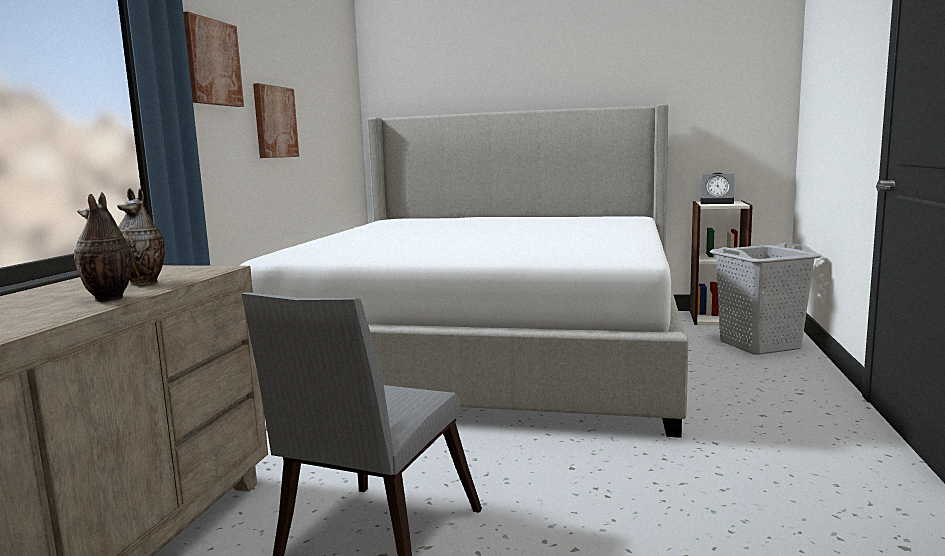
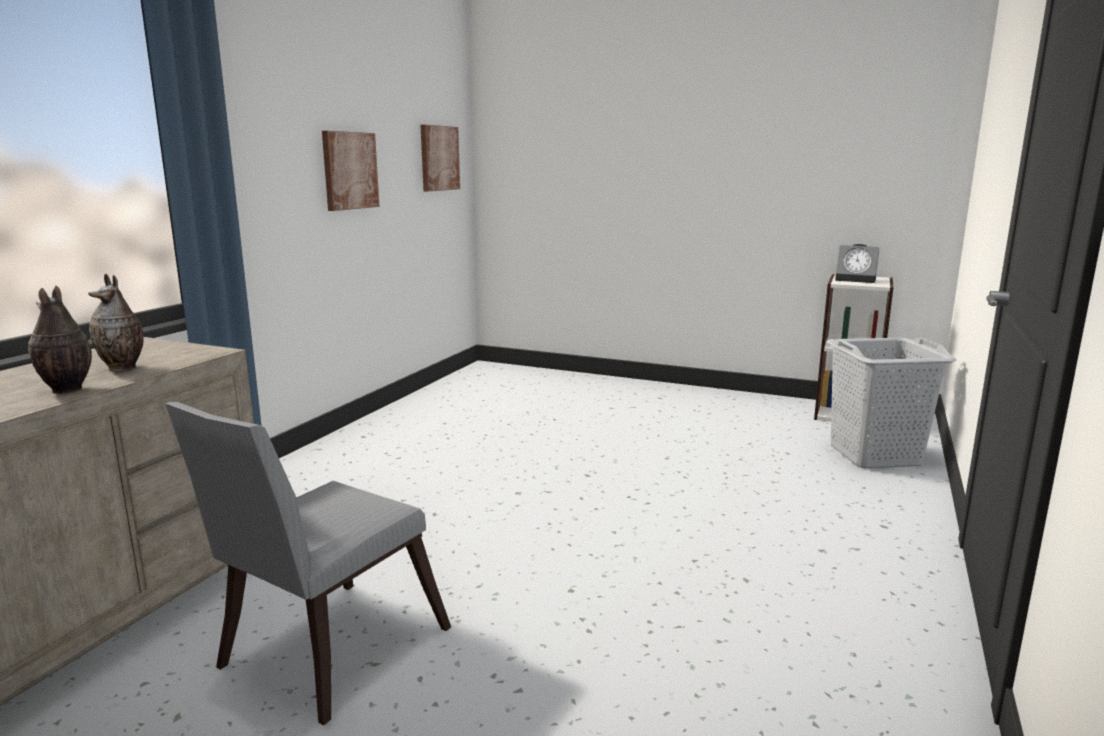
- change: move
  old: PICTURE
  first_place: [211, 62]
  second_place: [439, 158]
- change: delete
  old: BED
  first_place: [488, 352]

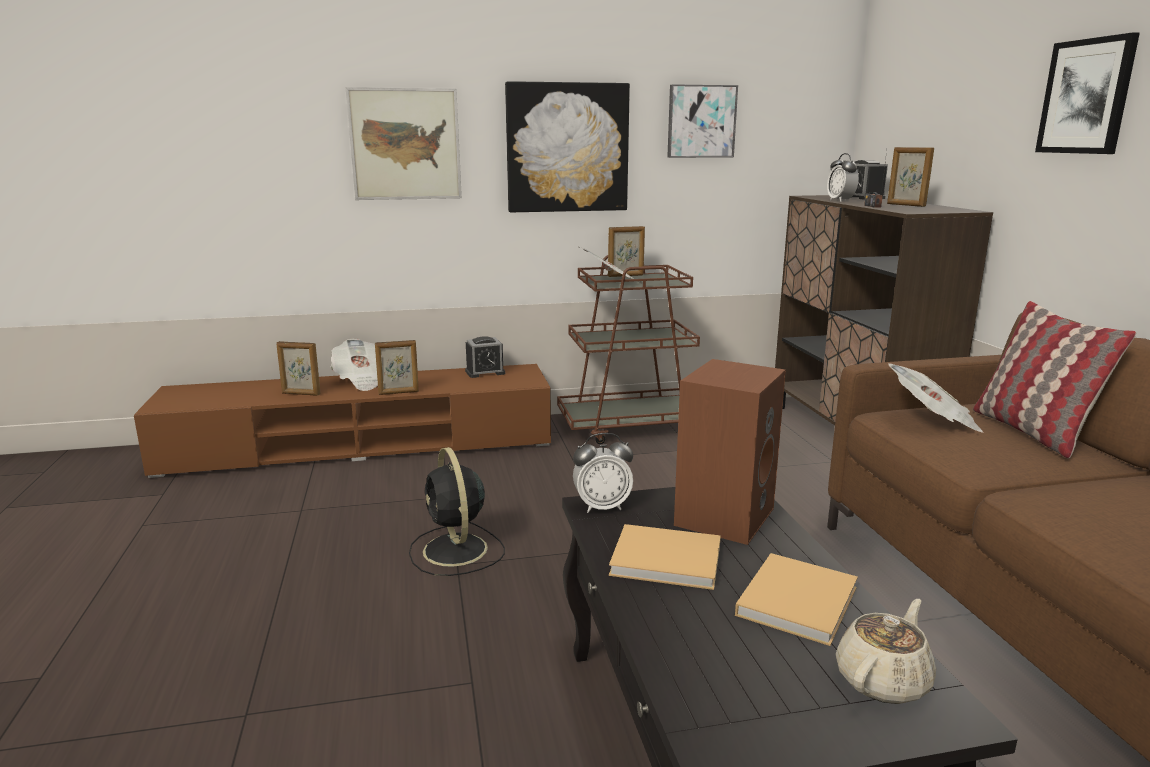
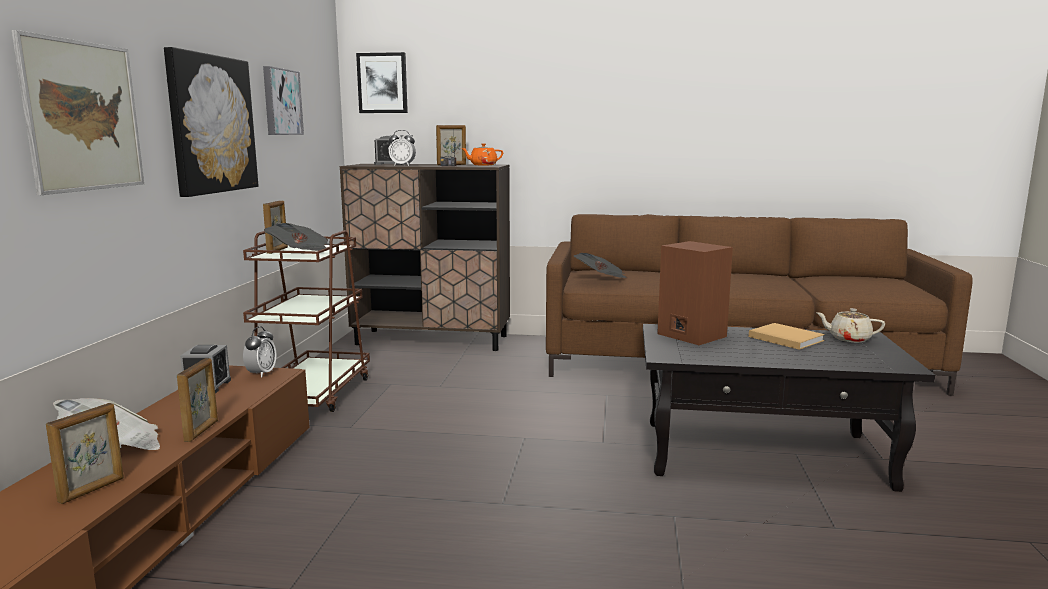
- change: move
  old: PICTURE
  first_place: [1086, 96]
  second_place: [382, 83]
- change: delete
  old: PILLOW
  first_place: [1032, 432]
- change: move
  old: ALARM CLOCK
  first_place: [602, 507]
  second_place: [261, 373]
- change: delete
  old: BLACK FAN
  first_place: [456, 551]
- change: delete
  old: BEIGE BOOK
  first_place: [669, 560]
- change: rotate
  old: BEIGE TEAPOT
  first_place: [883, 680]
  second_place: [848, 339]
  degrees: -45
- change: insert
  new: ORANGE TEAPOT
  second_place: [483, 165]

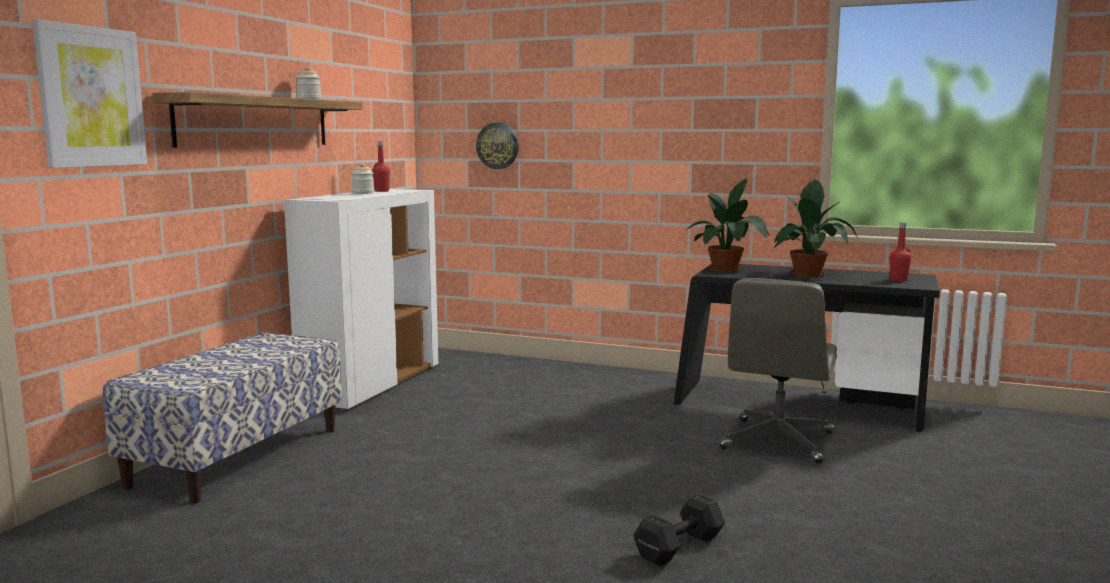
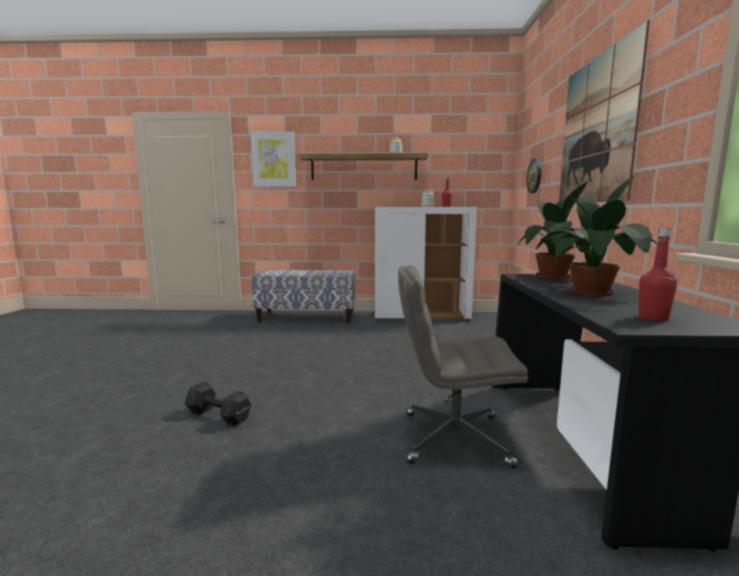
- change: insert
  new: PICTURE
  second_place: [597, 130]

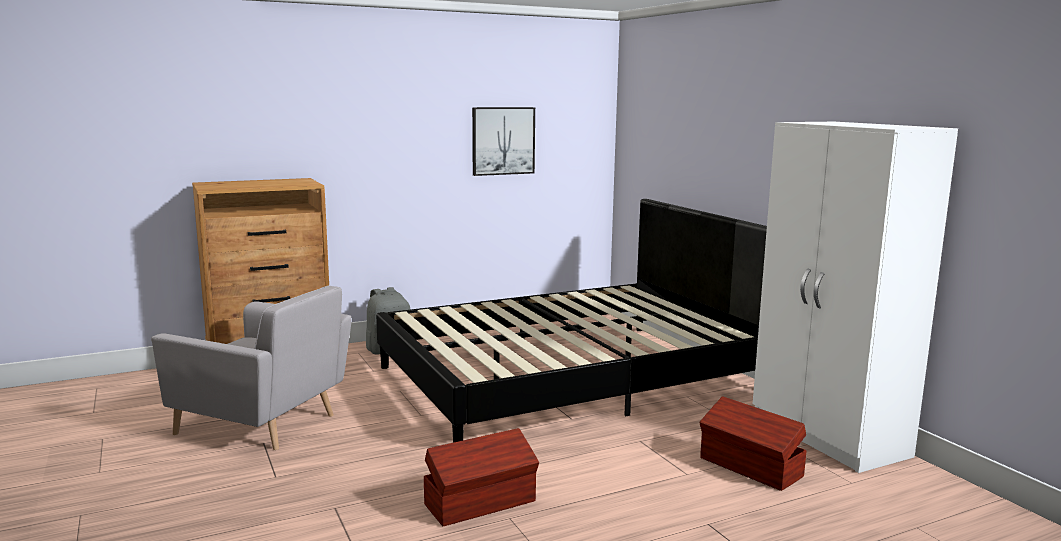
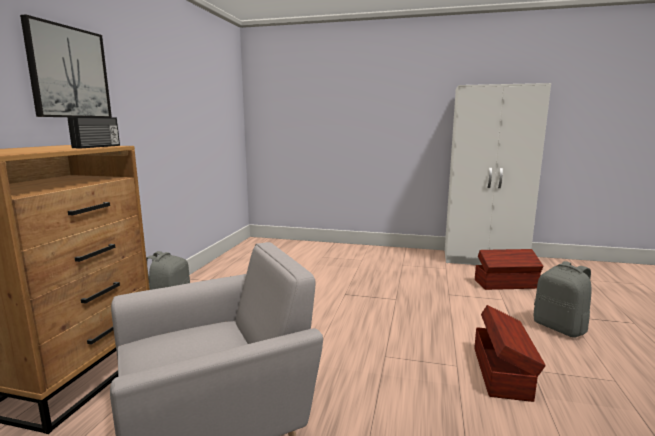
- change: move
  old: PICTURE
  first_place: [503, 141]
  second_place: [69, 72]
- change: delete
  old: BLACK BED
  first_place: [569, 379]
- change: insert
  new: RADIO
  second_place: [98, 147]
- change: insert
  new: GREY BACKPACK
  second_place: [560, 328]

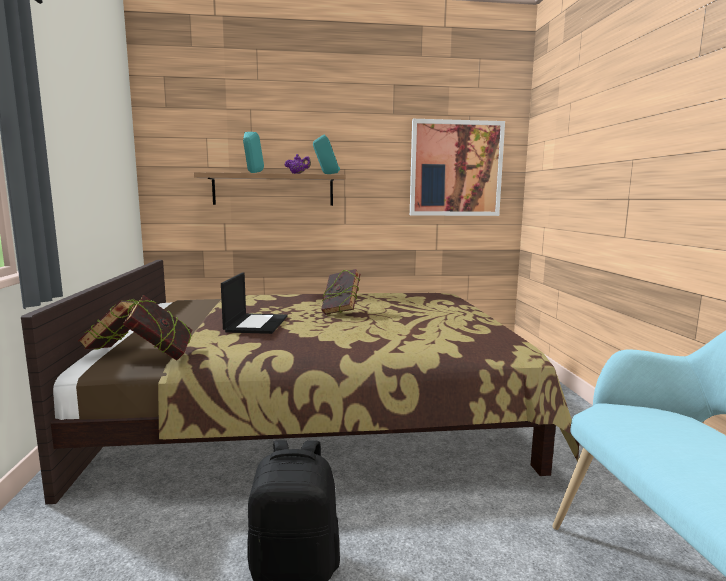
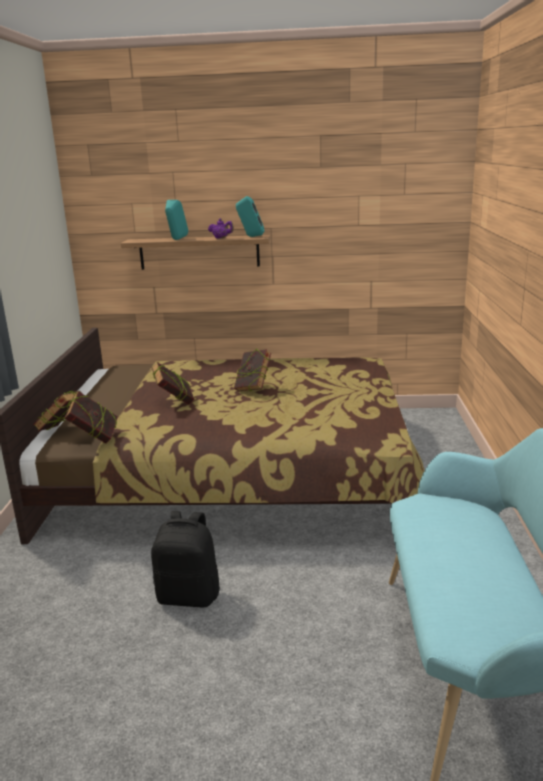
- change: delete
  old: PICTURE
  first_place: [456, 168]
- change: replace
  old: LAPTOP
  new: BOOK
  first_place: [256, 323]
  second_place: [174, 403]

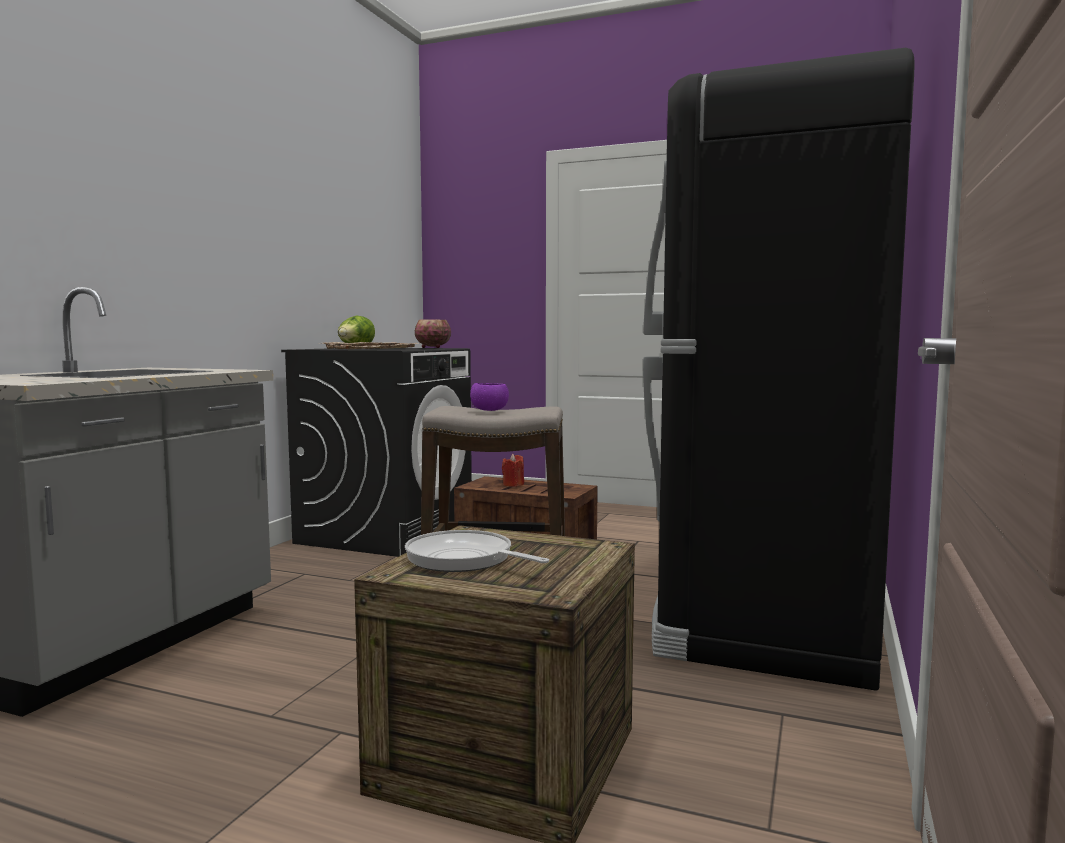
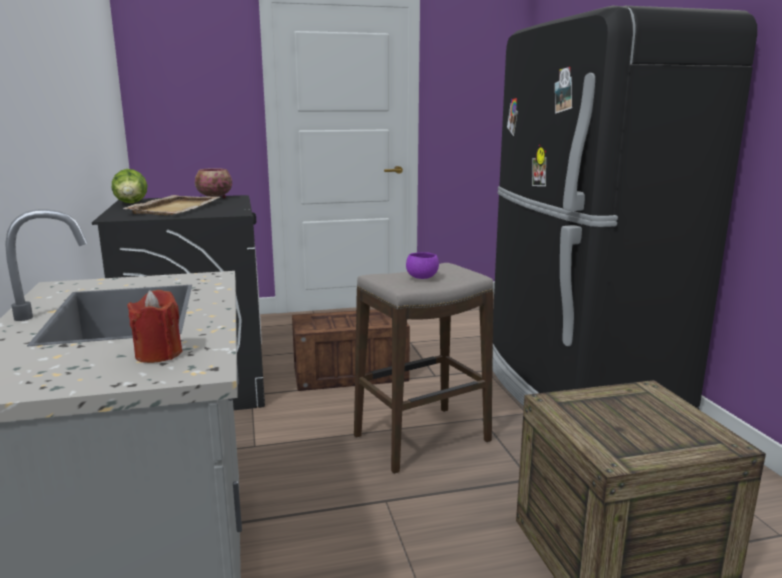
- change: move
  old: RED CANDLE
  first_place: [513, 484]
  second_place: [158, 354]
- change: delete
  old: FRYING PAN
  first_place: [464, 559]

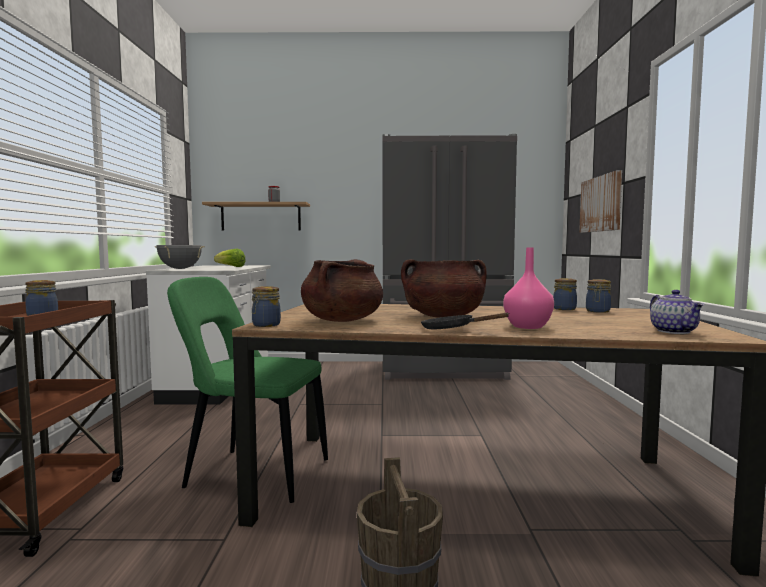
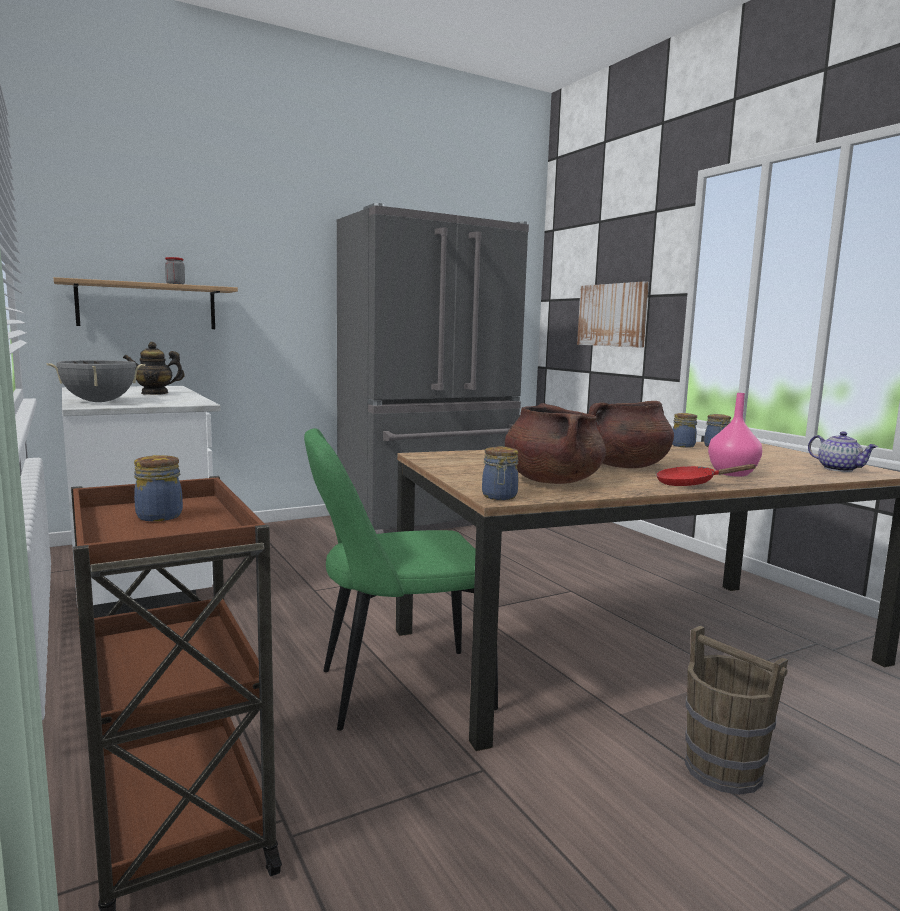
- change: replace
  old: LETTUCE
  new: TEAPOT
  first_place: [231, 267]
  second_place: [155, 393]
- change: recolor
  old: BLACK FRYING PAN
  new: RED FRYING PAN
  first_place: [452, 329]
  second_place: [691, 484]

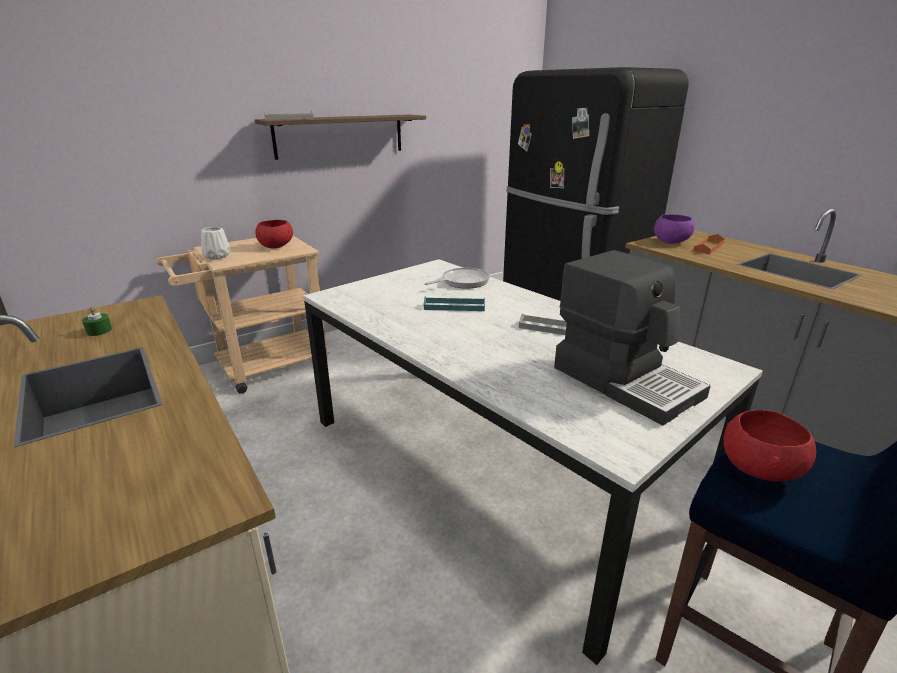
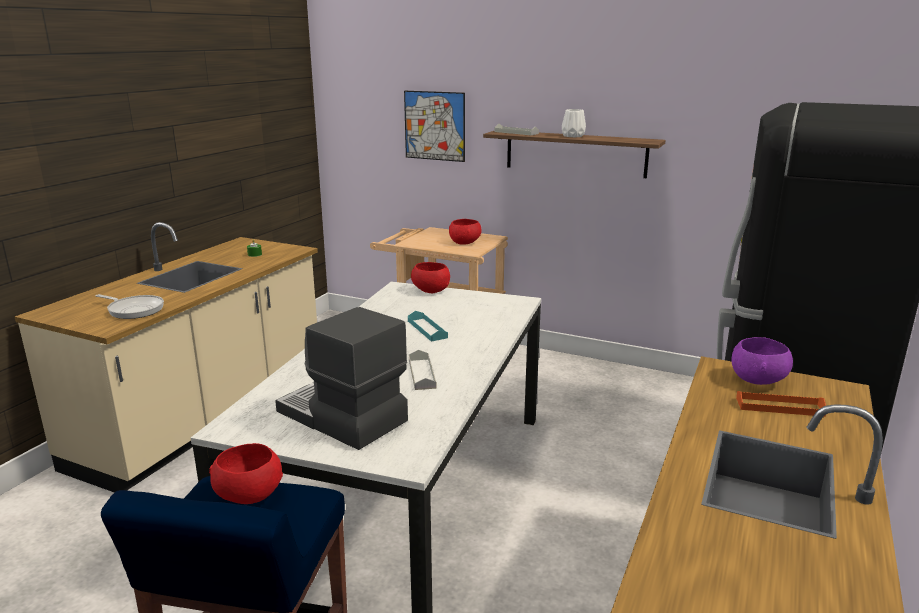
- change: move
  old: WHITE VASE
  first_place: [216, 256]
  second_place: [572, 136]
- change: rotate
  old: COFFEE MACHINE
  first_place: [626, 381]
  second_place: [341, 417]
  degrees: 105
- change: move
  old: FRYING PAN
  first_place: [462, 282]
  second_place: [134, 310]
- change: insert
  new: PICTURE
  second_place: [434, 126]
- change: insert
  new: RED BOWL
  second_place: [430, 291]

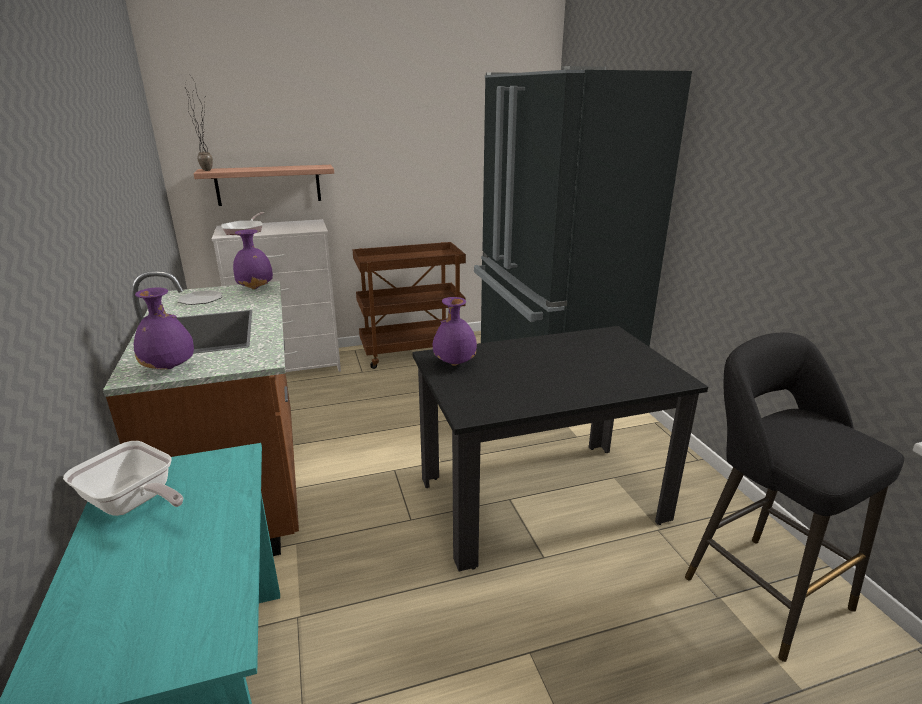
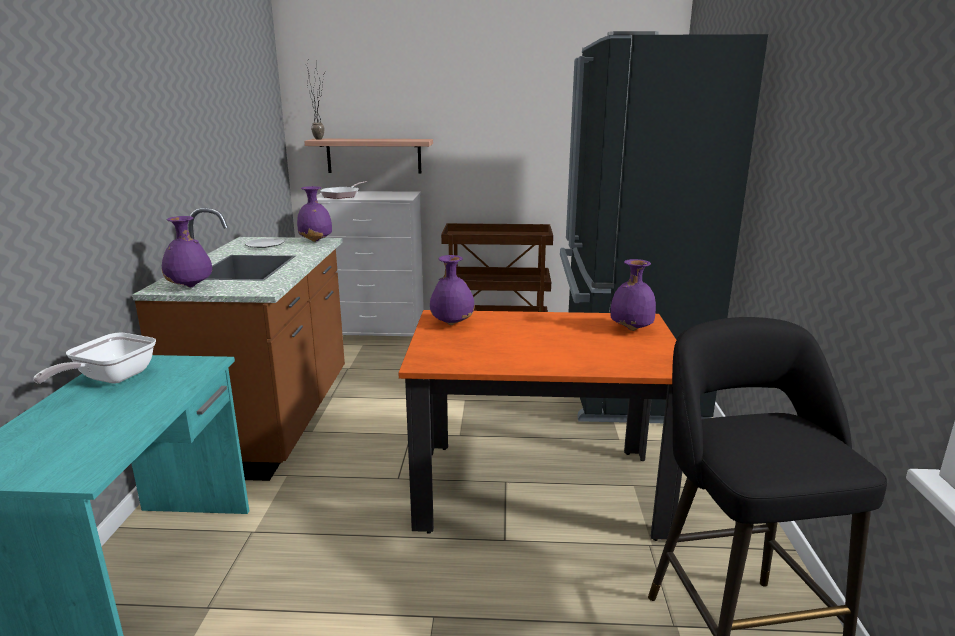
- change: recolor
  old: BLACK DINING TABLE
  new: ORANGE DINING TABLE
  first_place: [541, 500]
  second_place: [538, 489]
- change: rotate
  old: FRYING PAN
  first_place: [133, 503]
  second_place: [110, 379]
  degrees: 60
- change: insert
  new: PURPLE VASE
  second_place: [630, 329]

